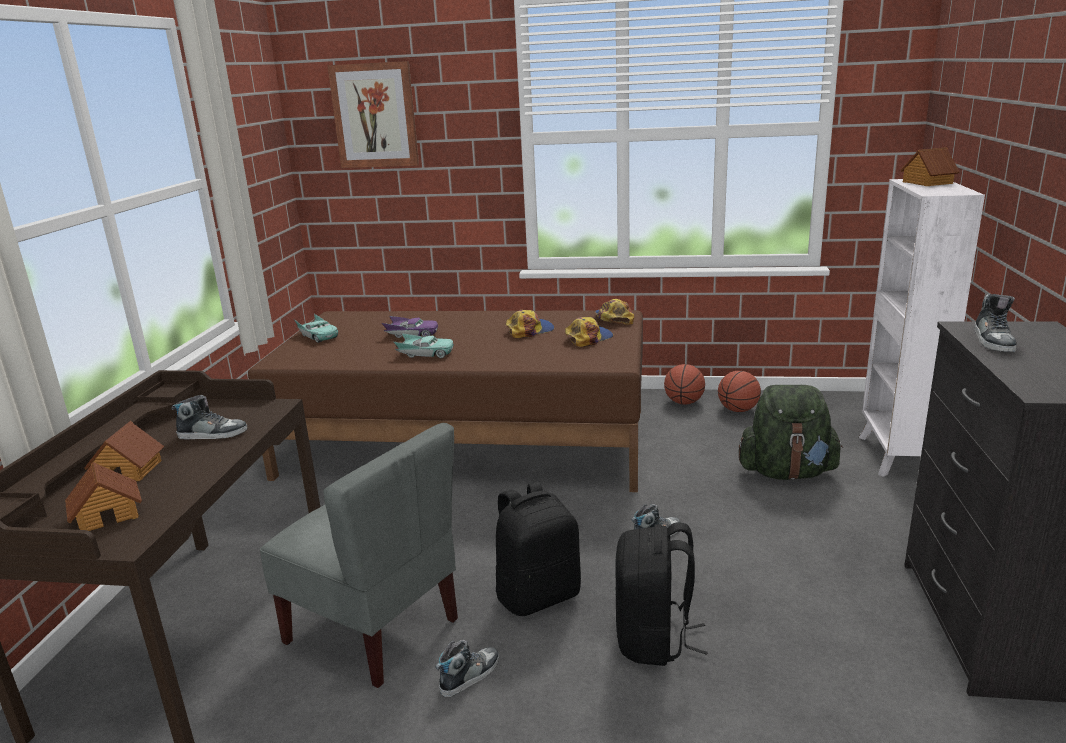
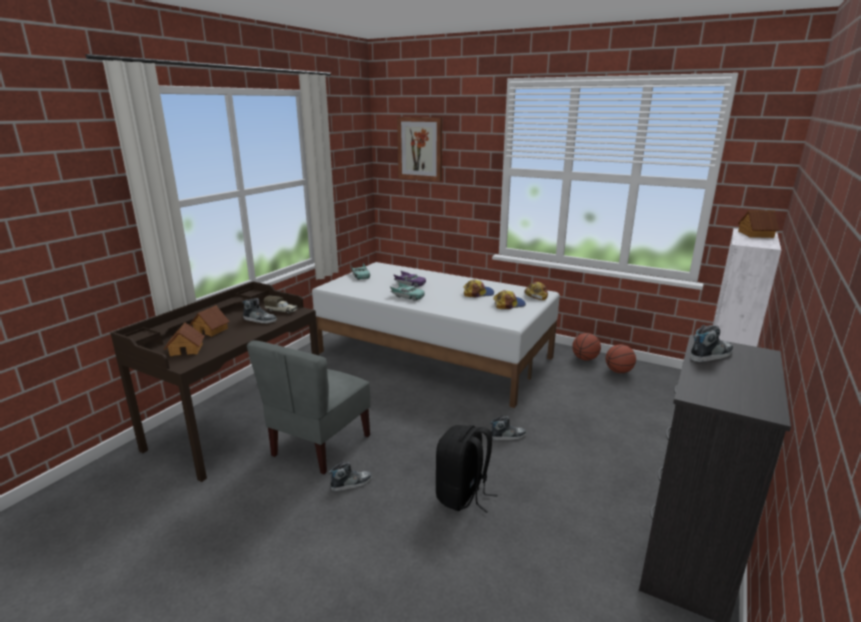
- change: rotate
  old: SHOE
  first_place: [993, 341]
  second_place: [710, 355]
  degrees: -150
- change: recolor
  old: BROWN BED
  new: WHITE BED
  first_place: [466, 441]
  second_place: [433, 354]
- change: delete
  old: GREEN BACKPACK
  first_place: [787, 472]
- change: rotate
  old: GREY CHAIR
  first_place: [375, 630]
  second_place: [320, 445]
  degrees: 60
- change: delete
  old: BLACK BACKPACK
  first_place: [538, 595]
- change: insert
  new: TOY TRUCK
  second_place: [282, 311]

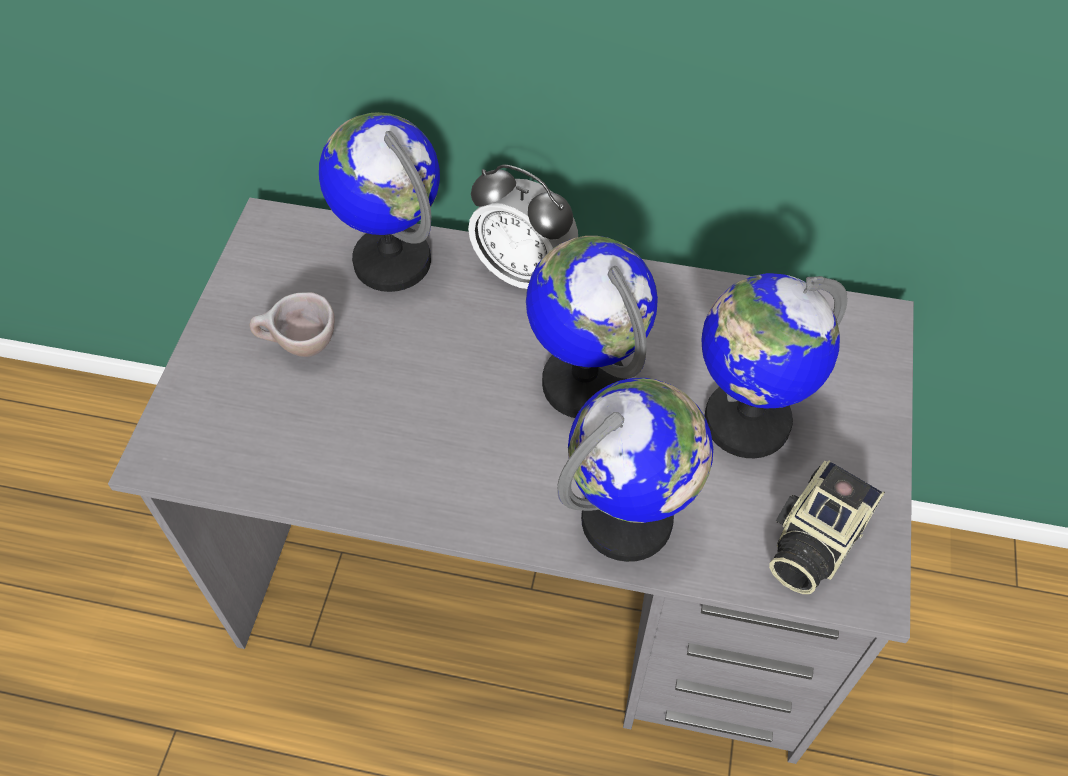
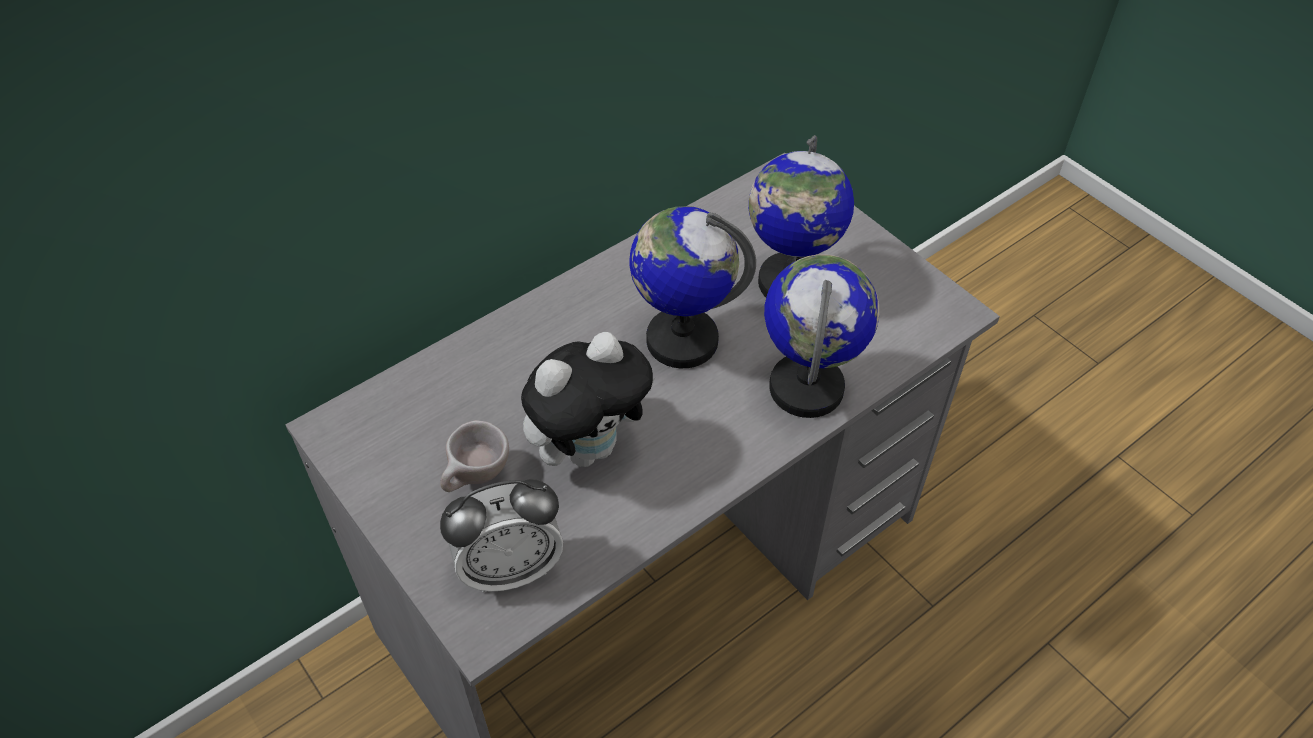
- change: delete
  old: GLOBE
  first_place: [392, 261]
- change: move
  old: ALARM CLOCK
  first_place: [523, 272]
  second_place: [510, 567]
- change: delete
  old: PHOTO CAMERA
  first_place: [812, 542]
- change: insert
  new: PLUSH TOY
  second_place: [589, 447]

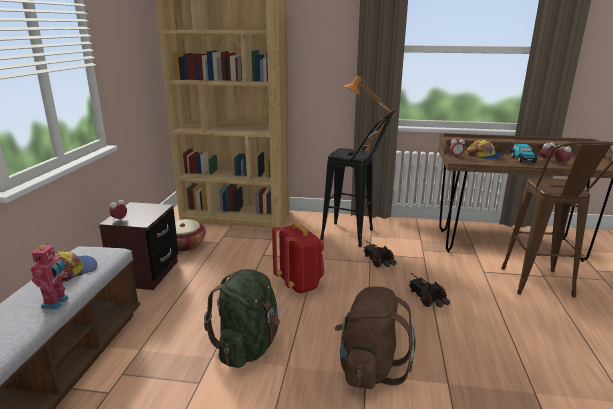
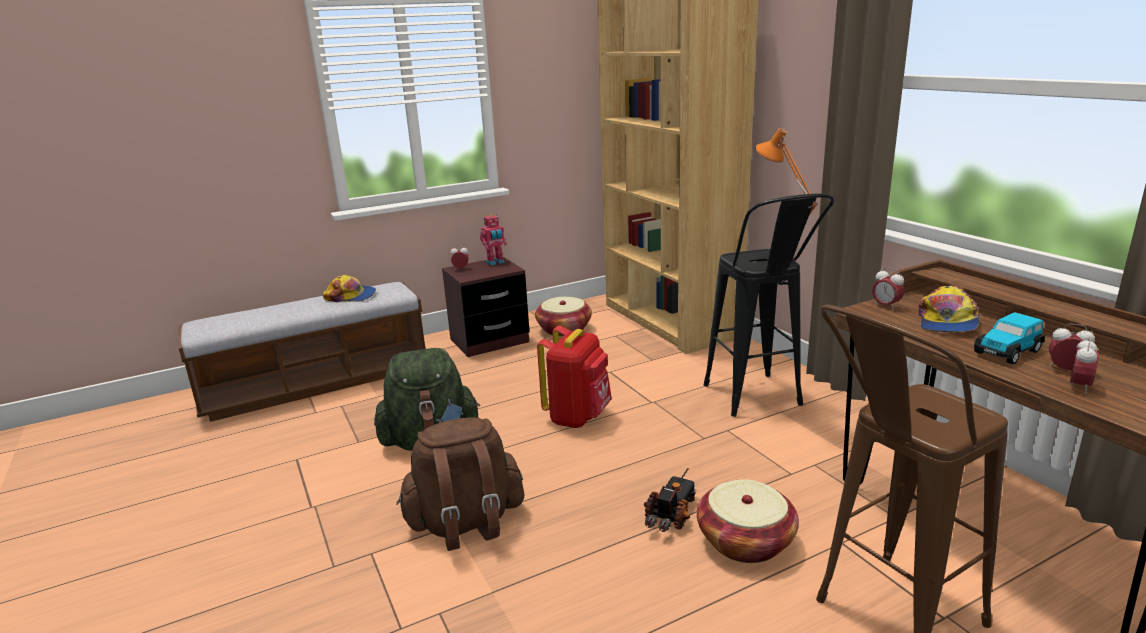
- change: delete
  old: TOY TRUCK
  first_place: [378, 261]
- change: move
  old: TOY ROBOT
  first_place: [56, 303]
  second_place: [495, 262]
- change: insert
  new: BASKET
  second_place: [745, 541]

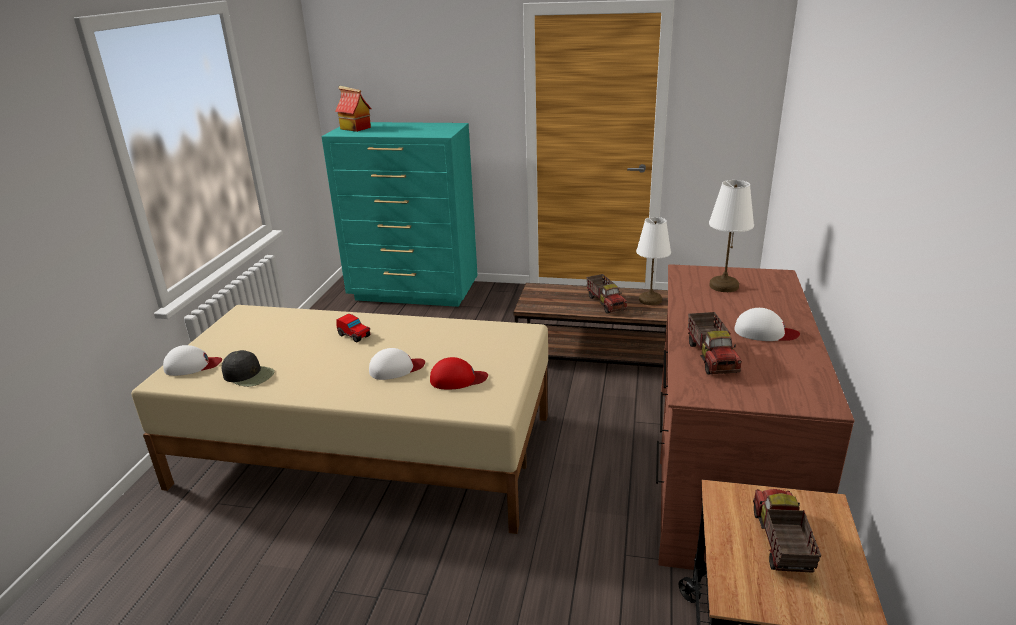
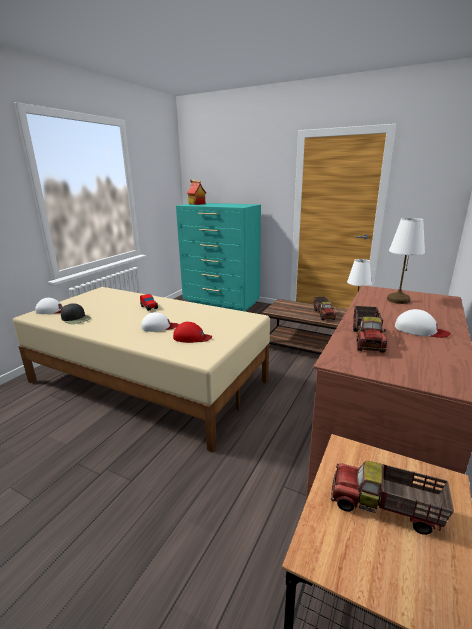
- change: rotate
  old: TOY TRUCK
  first_place: [780, 543]
  second_place: [384, 508]
  degrees: -90

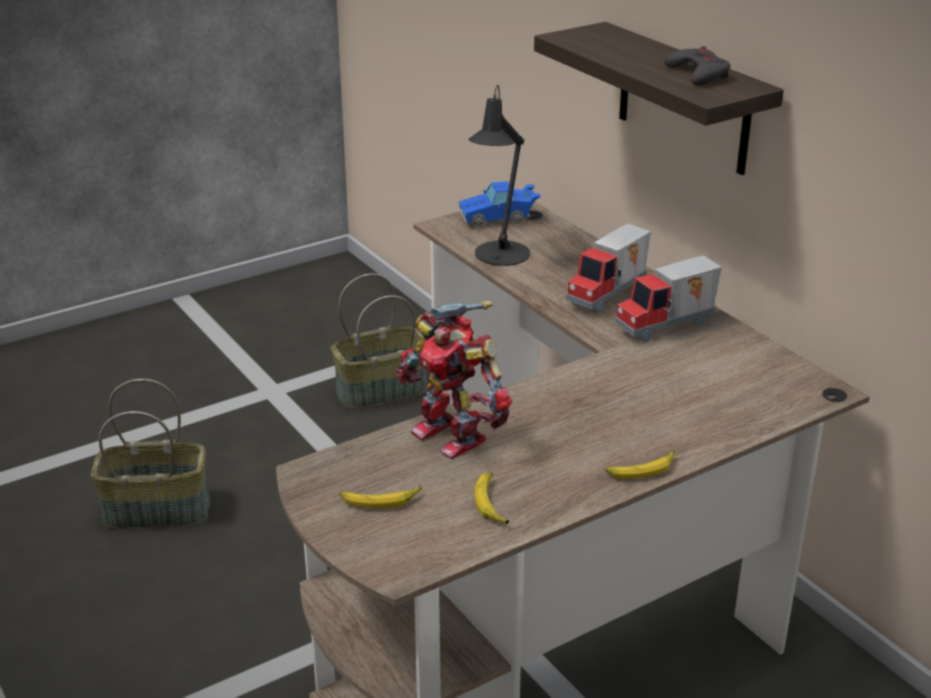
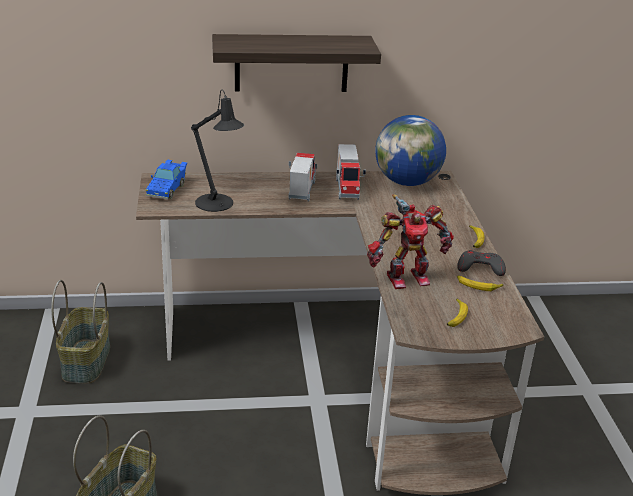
- change: move
  old: GREY GAME CONTROLLER
  first_place: [698, 74]
  second_place: [480, 267]
- change: rotate
  old: TOY TRUCK
  first_place: [609, 296]
  second_place: [300, 191]
  degrees: -150
- change: insert
  new: GLOBE
  second_place: [407, 182]

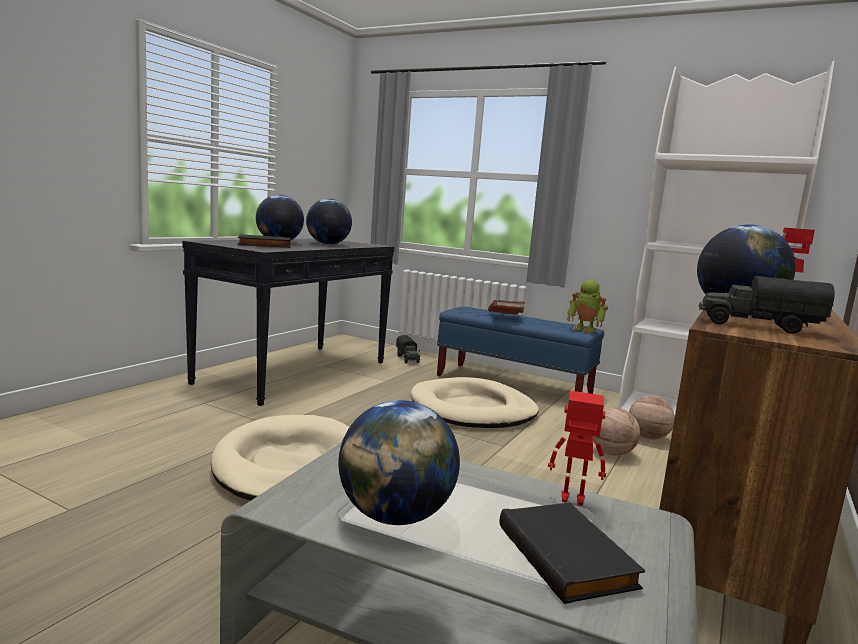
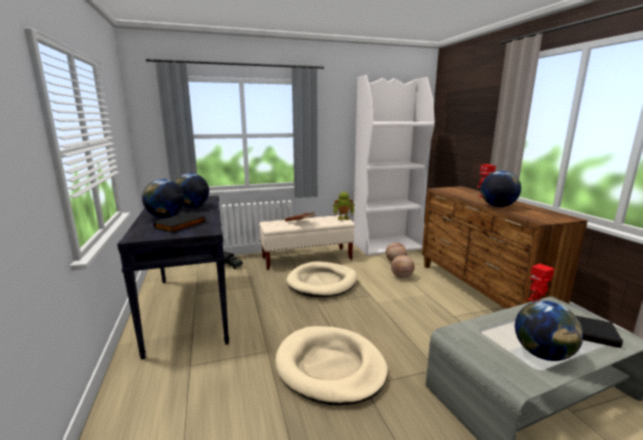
- change: delete
  old: TOY TRUCK
  first_place: [757, 326]
- change: recolor
  old: BLUE BENCH
  new: BEIGE BENCH
  first_place: [513, 385]
  second_place: [307, 258]

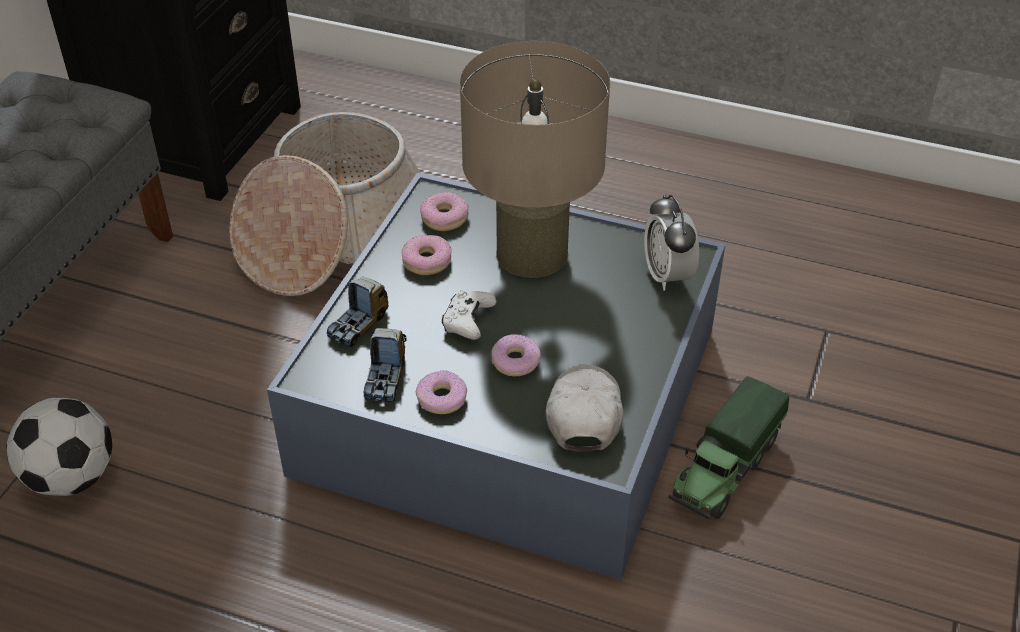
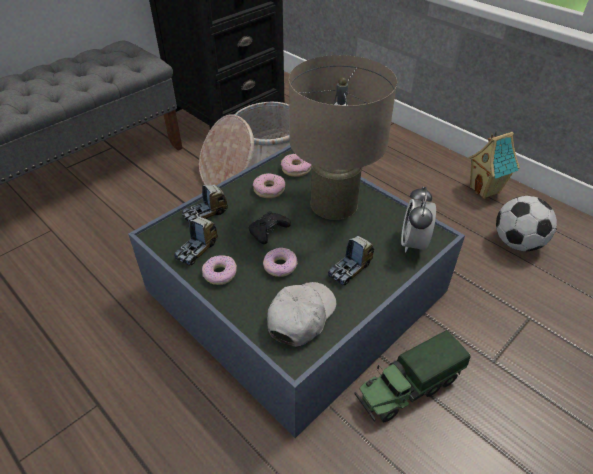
- change: recolor
  old: WHITE GAME CONTROLLER
  new: BLACK GAME CONTROLLER
  first_place: [467, 322]
  second_place: [268, 232]
- change: move
  old: FOOTBALL
  first_place: [72, 477]
  second_place: [517, 243]
- change: insert
  new: TOY HOUSE
  second_place: [485, 190]
- change: insert
  new: TOY TRUCK
  second_place: [350, 269]

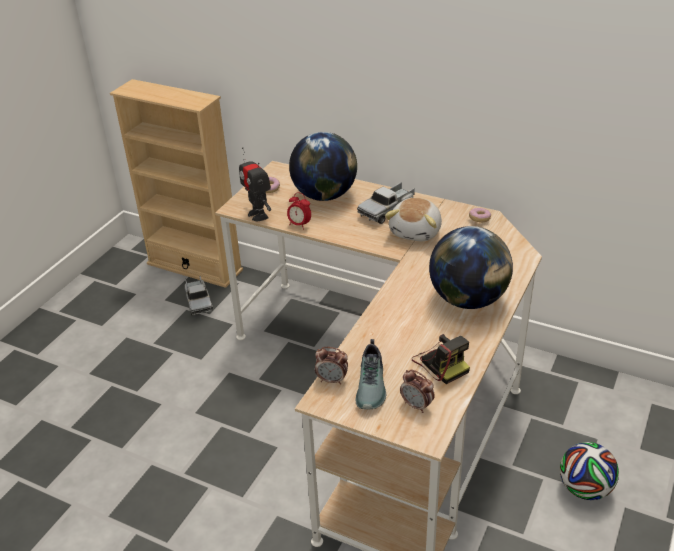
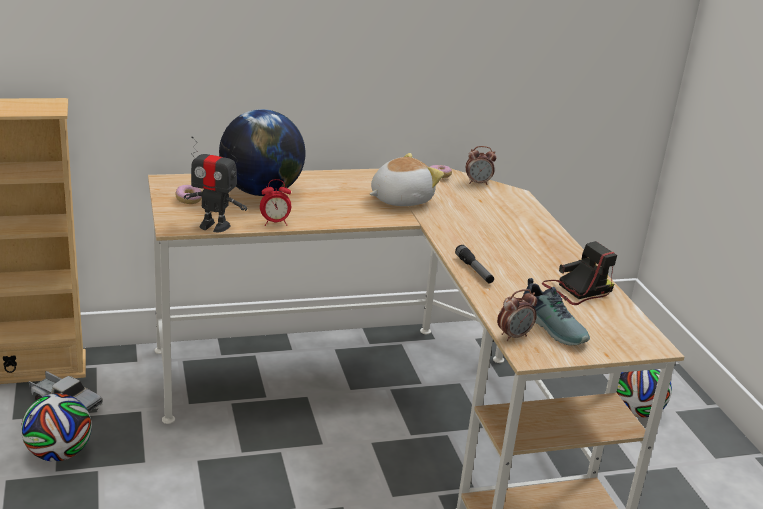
- change: delete
  old: TOY TRUCK
  first_place: [387, 209]
- change: rotate
  old: PLUSH TOY
  first_place: [416, 231]
  second_place: [400, 199]
  degrees: -105
- change: delete
  old: GLOBE
  first_place: [468, 300]
- change: rotate
  old: PHOTO CAMERA
  first_place: [440, 363]
  second_place: [577, 290]
  degrees: -45
- change: move
  old: ALARM CLOCK
  first_place: [416, 405]
  second_place: [478, 183]
- change: insert
  new: FLASHLIGHT
  second_place: [474, 270]
- change: insert
  new: FOOTBALL
  second_place: [59, 453]

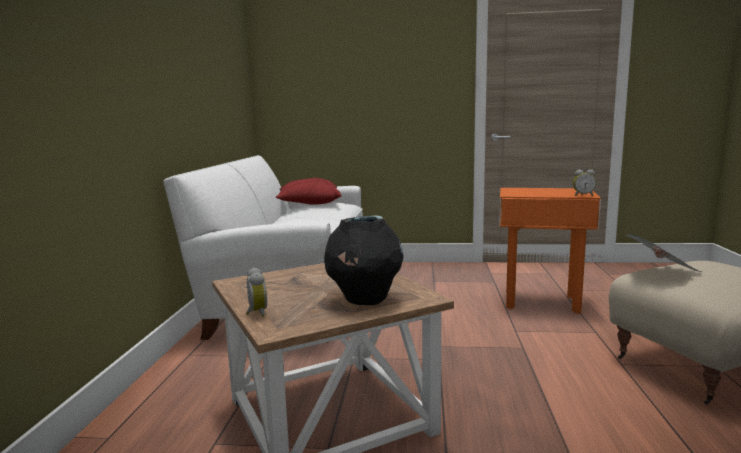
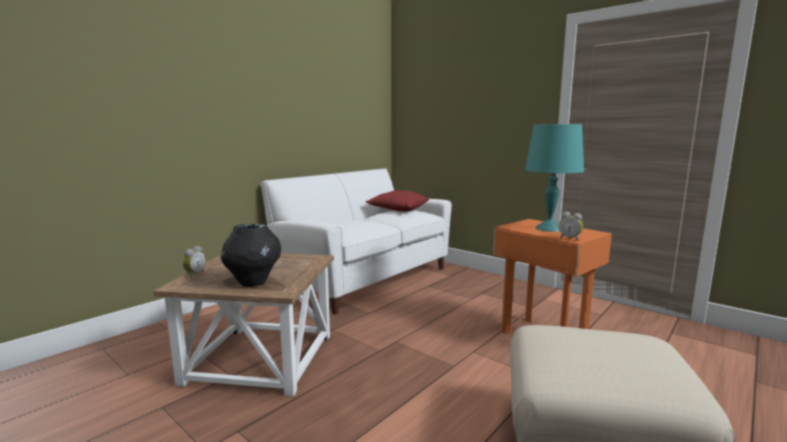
- change: delete
  old: NEWSPAPER
  first_place: [661, 271]
- change: insert
  new: TURQUOISE TABLE LAMP
  second_place: [549, 228]

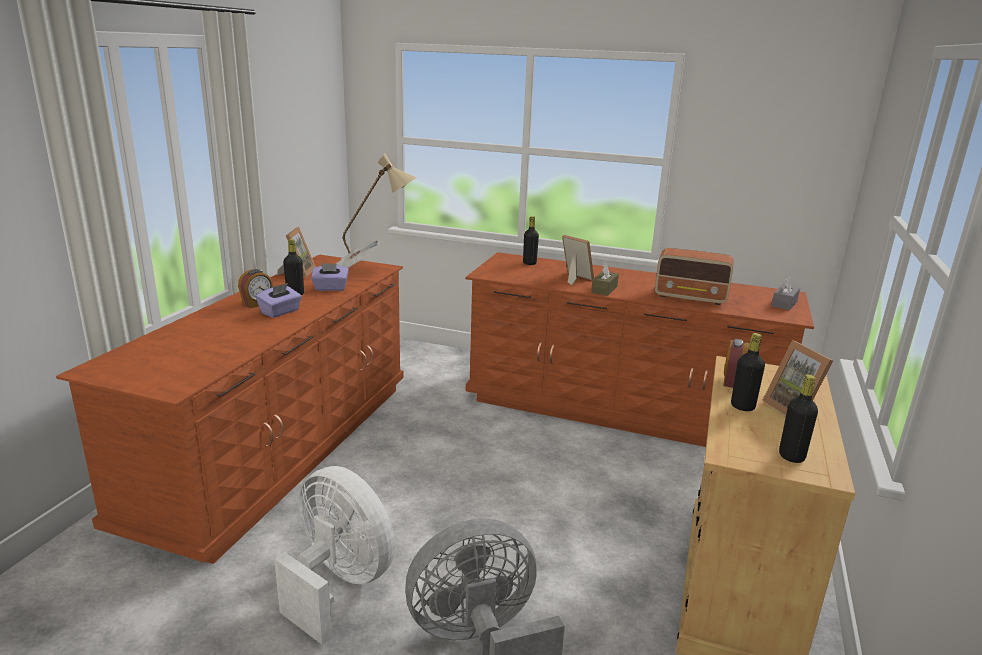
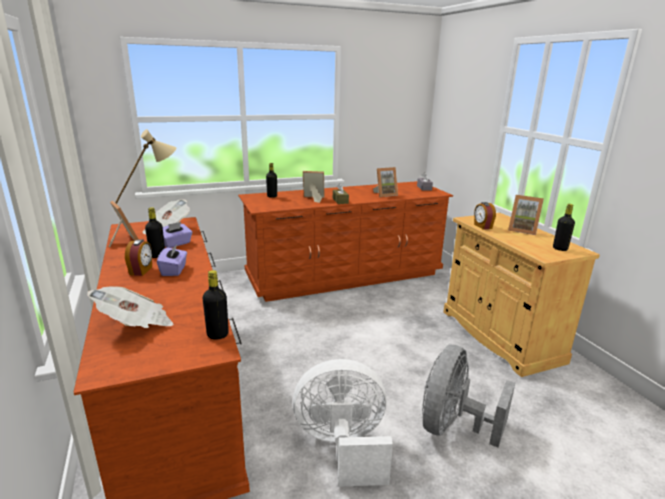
- change: replace
  old: RADIO
  new: PICTURE FRAME
  first_place: [691, 297]
  second_place: [385, 194]
- change: move
  old: BLACK BOTTLE
  first_place: [742, 406]
  second_place: [217, 335]
- change: insert
  new: NEWSPAPER
  second_place: [136, 324]

